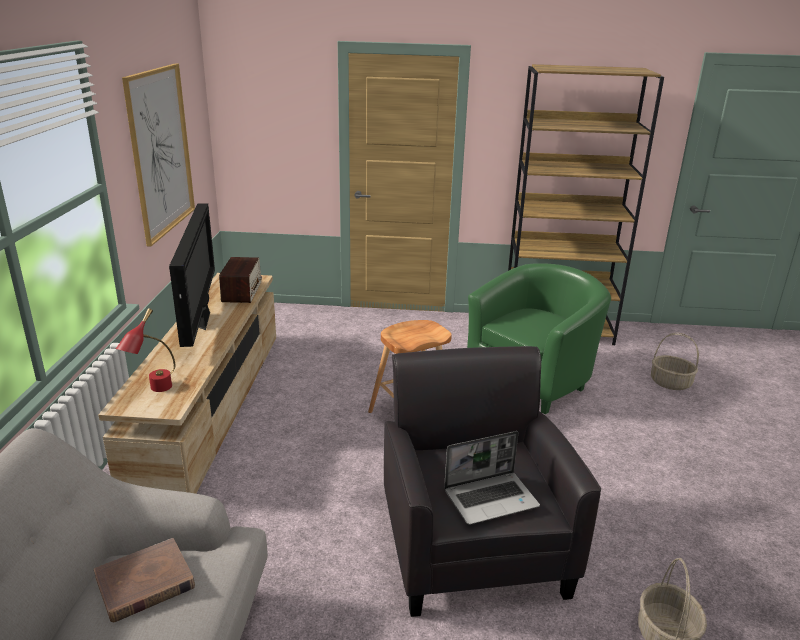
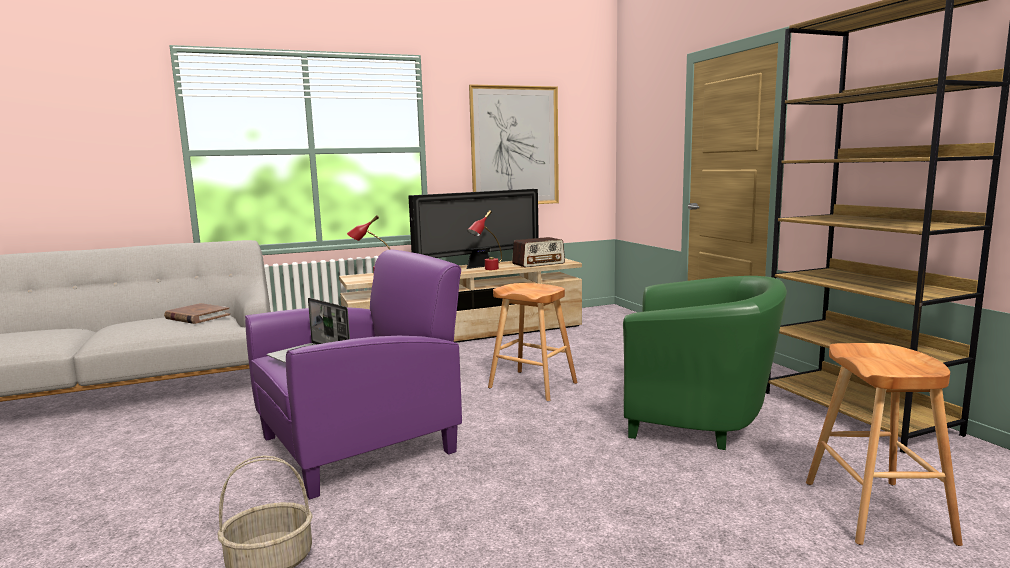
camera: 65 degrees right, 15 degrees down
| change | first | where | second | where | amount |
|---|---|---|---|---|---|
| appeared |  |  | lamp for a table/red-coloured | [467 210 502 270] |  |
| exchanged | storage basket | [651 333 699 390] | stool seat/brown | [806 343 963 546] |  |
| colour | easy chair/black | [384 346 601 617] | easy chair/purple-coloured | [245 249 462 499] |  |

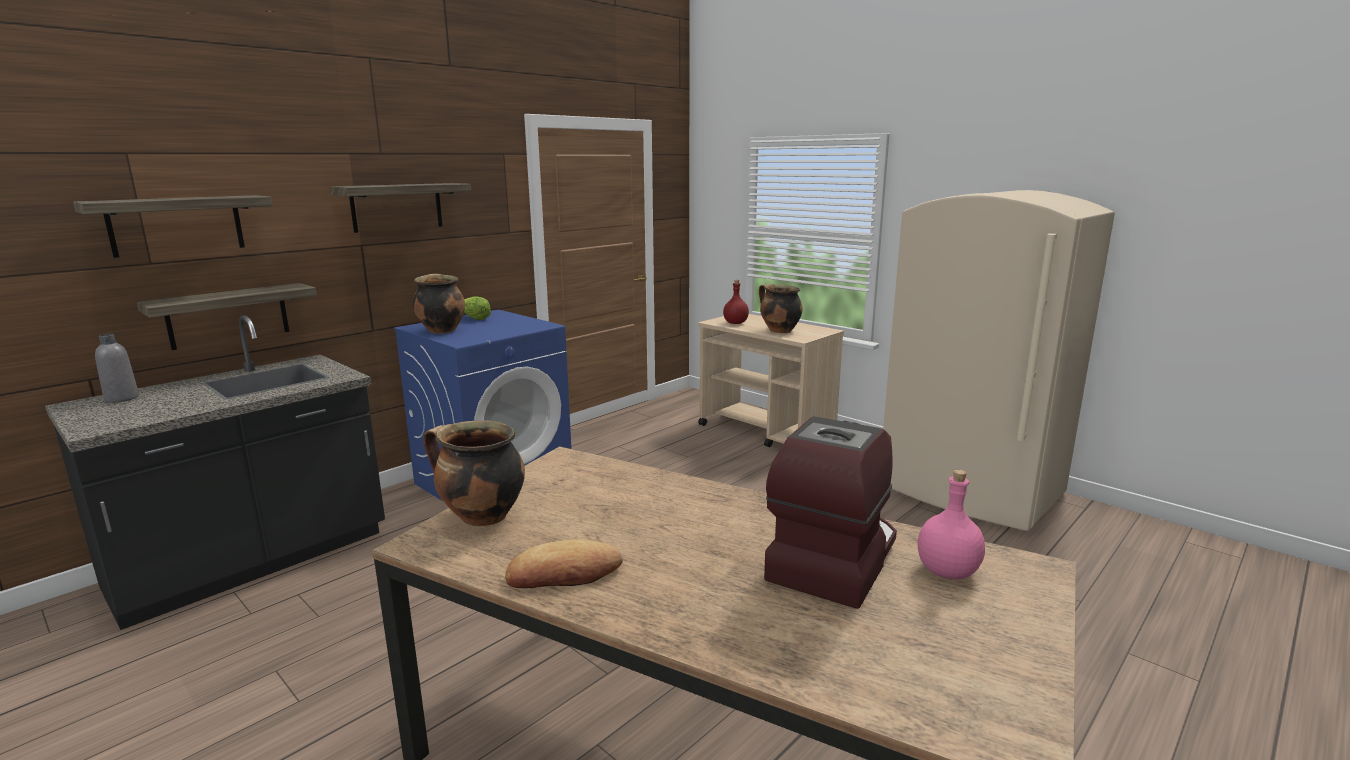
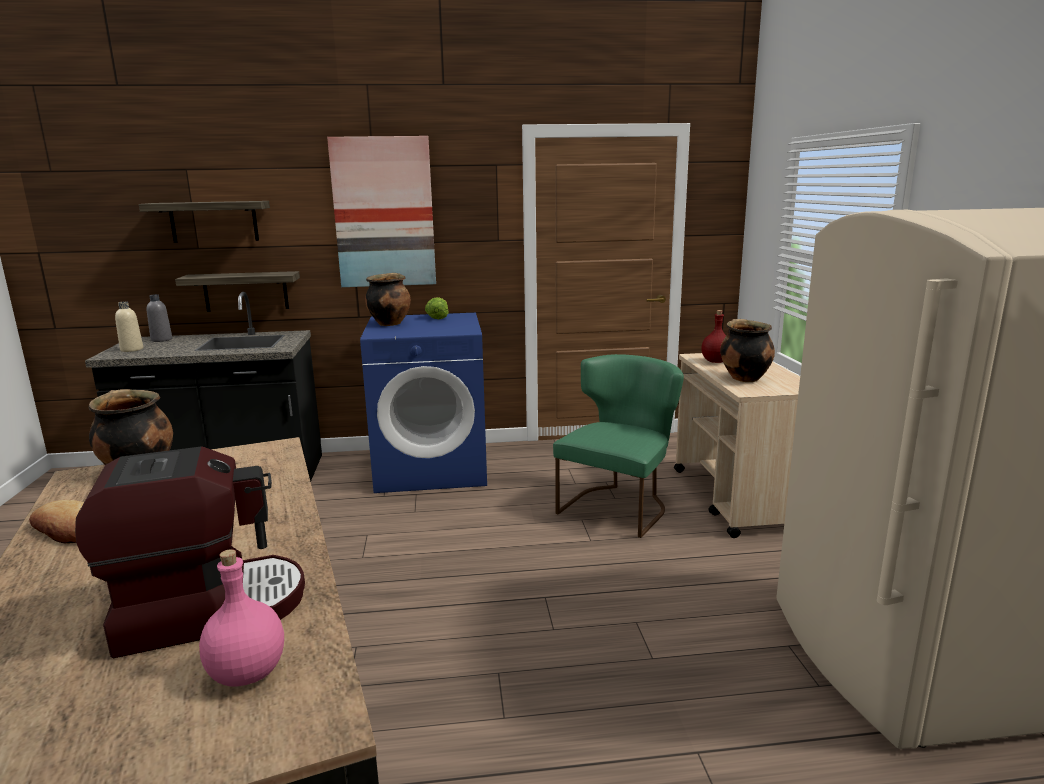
camera: 40 degrees right, 0 degrees up
| change | first | where | second | where | amount |
|---|---|---|---|---|---|
| appeared |  |  | beverage bottle/sand-coloured | [115 301 143 352] |  |
| appeared |  |  | upright chair/green | [553 354 684 538] |  |
| exchanged | bracket shelf | [330 183 471 233] | picture | [327 136 436 287] |  |

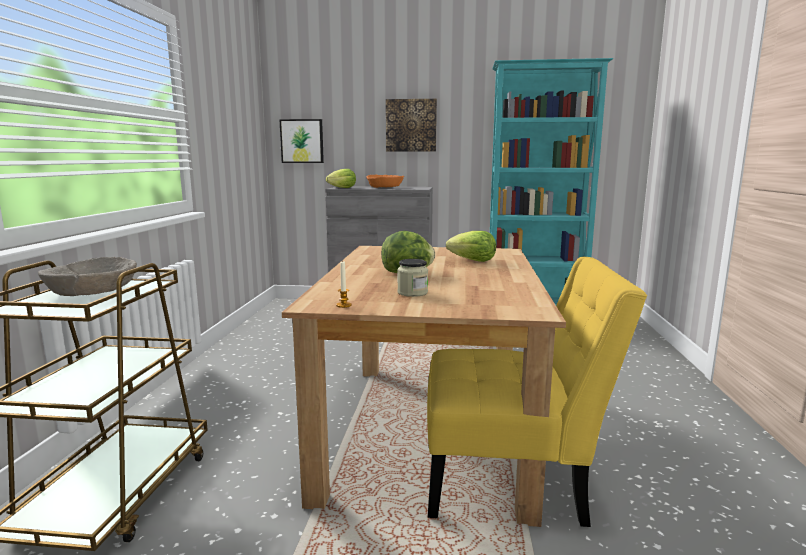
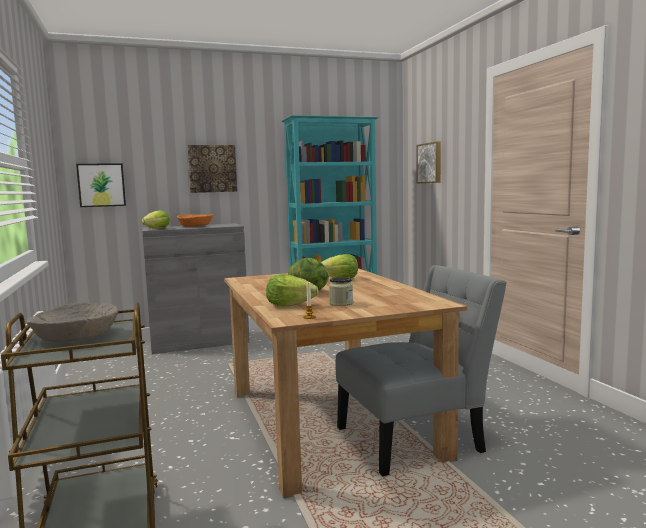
camera: 25 degrees left, 5 degrees down
| change | first | where | second | where | amount |
|---|---|---|---|---|---|
| appeared |  |  | lettuce | [266 274 318 306] |  |
| appeared |  |  | picture | [417 141 441 183] |  |
| colour | upright chair/yellowish | [427 257 647 527] | upright chair/grey | [336 265 507 476] |  |

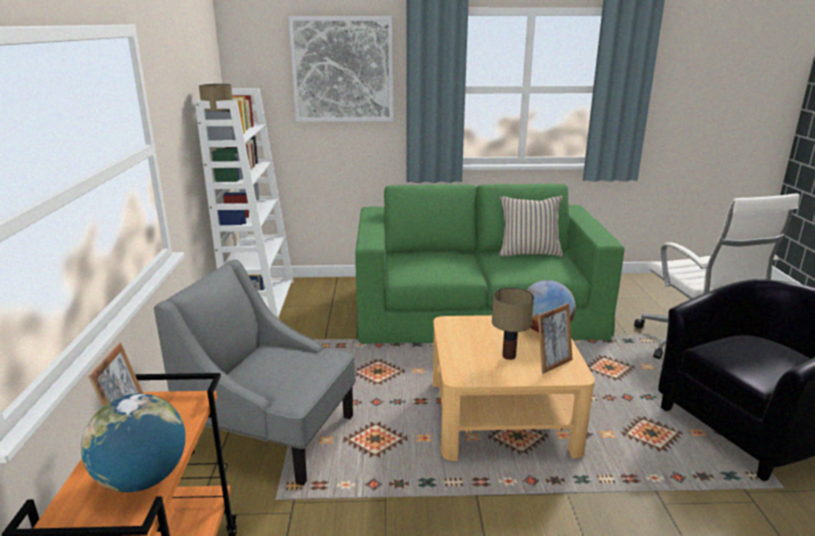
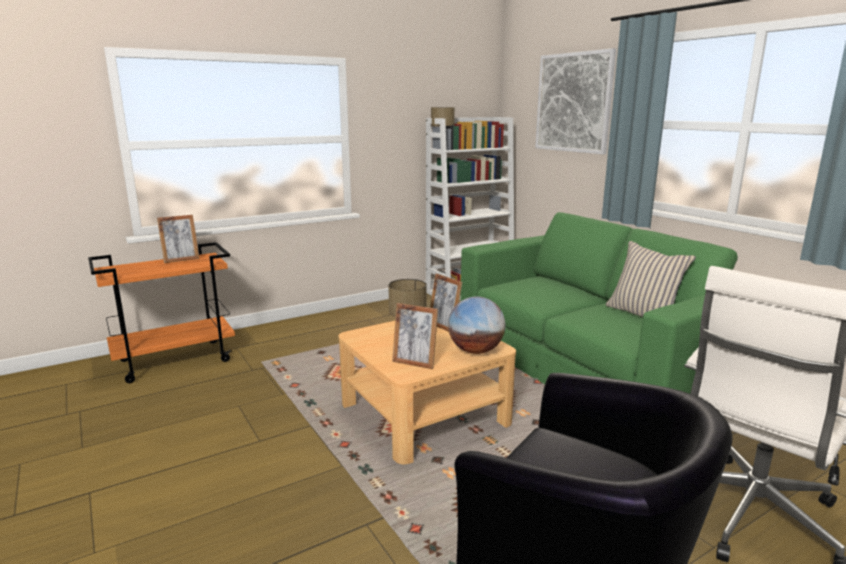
camera: 60 degrees right, 5 degrees down
| change | first | where | second | where | amount |
|---|---|---|---|---|---|
| missing | desk globe | [81 393 186 492] |  |  |  |
| missing | easy chair/grey | [154 259 356 486] |  |  |  |
| appeared |  |  | standing frame | [430 273 462 332] |  |

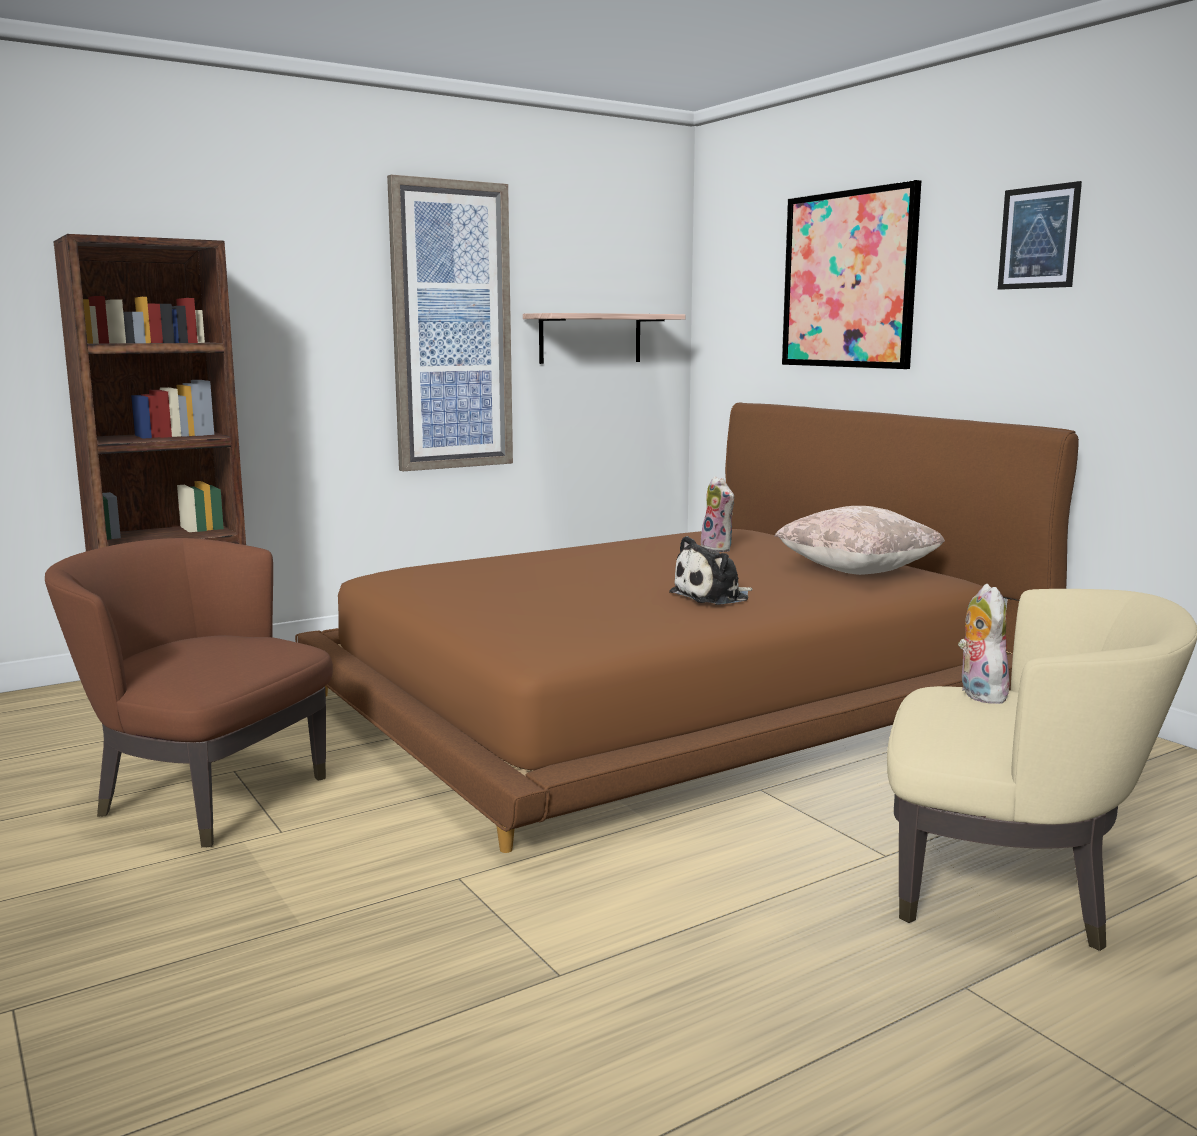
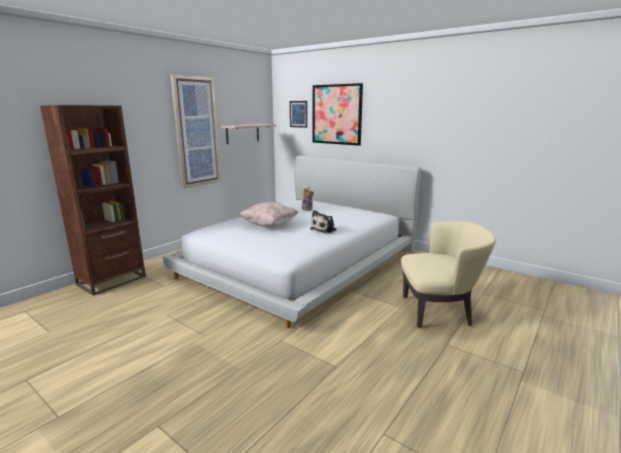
camera: 20 degrees left, 5 degrees up
| change | first | where | second | where | amount |
|---|---|---|---|---|---|
| missing | easy chair/brown | [45 538 333 847] |  |  |  |
| missing | soft toy | [958 584 1010 704] |  |  |  |
| relocated | throw pillow/sand-coloured | [775 506 945 575] |  | [239 202 298 227] |  |
| relocated | picture | [998 181 1082 290] |  | [290 101 307 128] |  |
| colour | bed/brown | [295 402 1079 853] | bed/whitish | [162 156 421 328] |  |

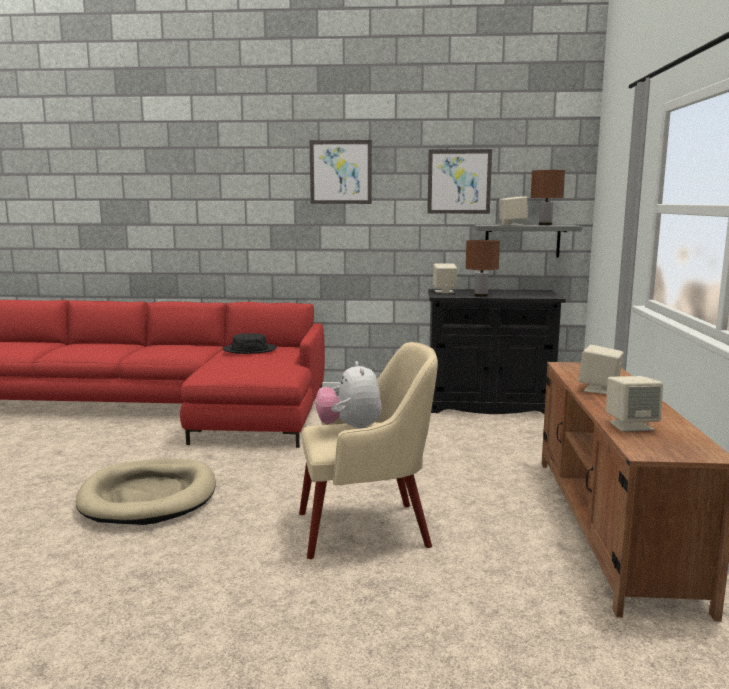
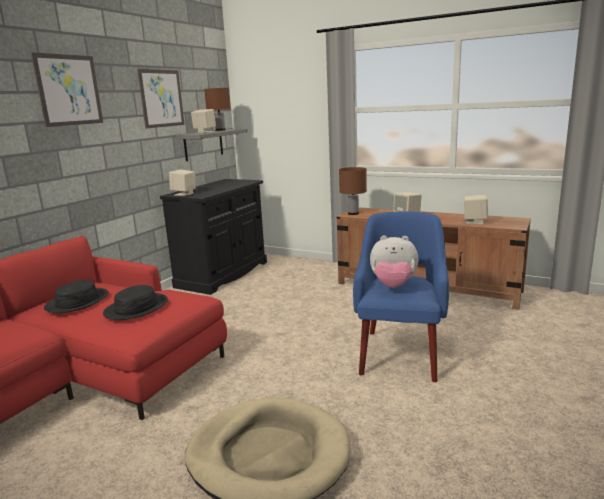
camera: 65 degrees left, 5 degrees up
| change | first | where | second | where | amount |
|---|---|---|---|---|---|
| appeared |  |  | hat/black | [103 285 168 320] |  |
| relocated | lamp for a table/brown | [466 240 500 297] |  | [339 167 367 215] |  |
| colour | easy chair/sand-coloured | [299 342 438 559] | easy chair/blue | [353 212 449 382] |  |

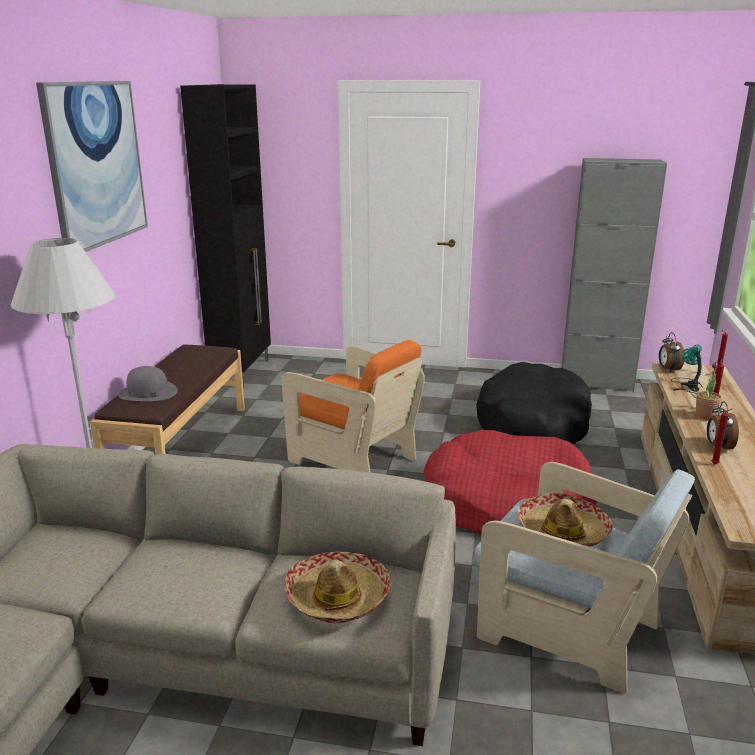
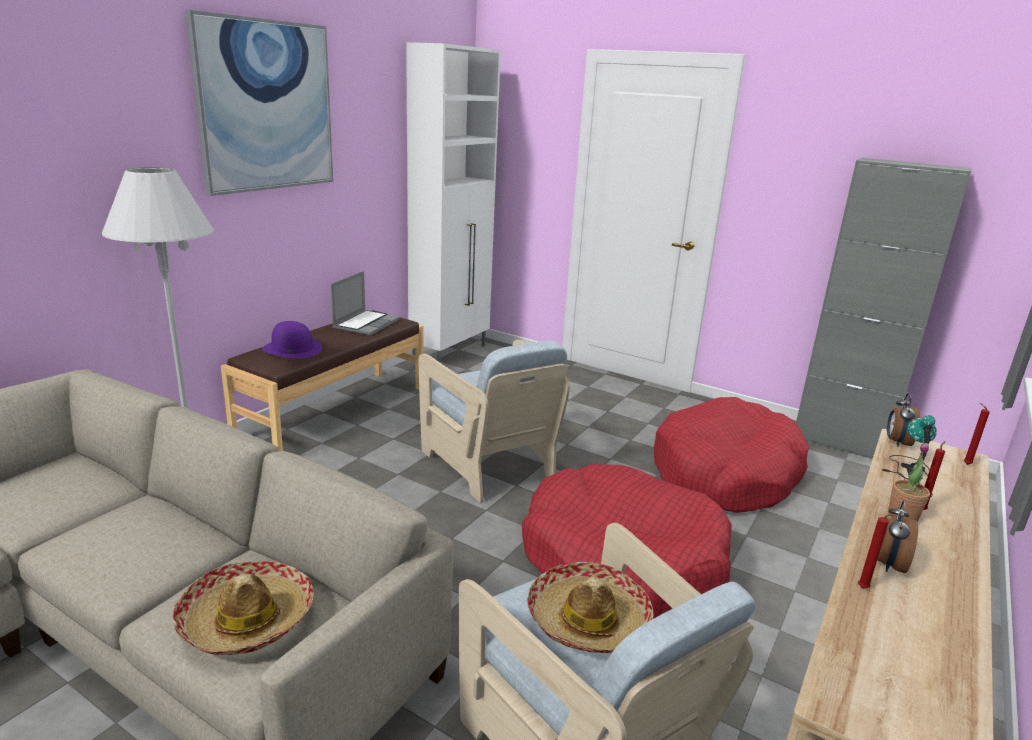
camera: 20 degrees right, 0 degrees up
| change | first | where | second | where | amount |
|---|---|---|---|---|---|
| appeared |  |  | notebook computer | [331 271 400 336] |  |
| colour | hat/grey | [118 366 178 401] | hat/purple-coloured | [262 321 322 358] |  |
| colour | cabinet/black | [180 84 271 389] | cabinet/whitish | [406 42 501 363] |  |
| colour | easy chair/orangey | [281 340 425 473] | easy chair/sand-coloured | [418 340 570 503] |  |
| colour | dog bed/black | [476 362 592 444] | dog bed/red-coloured | [654 397 809 513] |  |

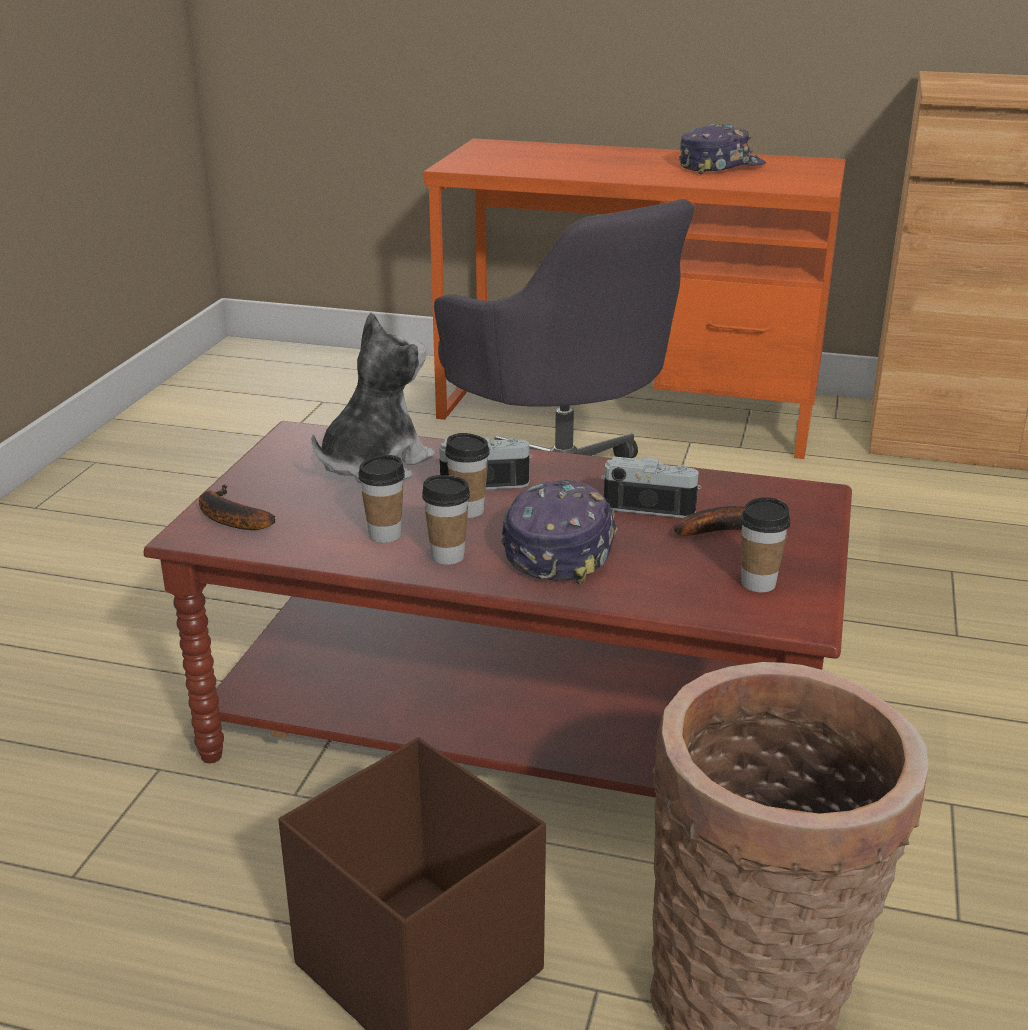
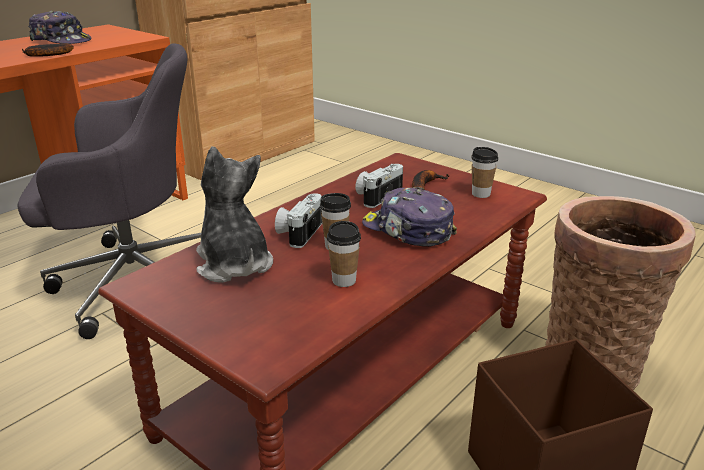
camera: 65 degrees left, 0 degrees up
| change | first | where | second | where | amount |
|---|---|---|---|---|---|
| missing | cup | [422 475 470 565] |  |  |  |
| relocated | whole banana | [199 484 275 530] |  | [22 43 74 57] |  |
| spun | baseball cap | [679 124 766 174] |  | [28 11 92 44] | 120 degrees clockwise |

